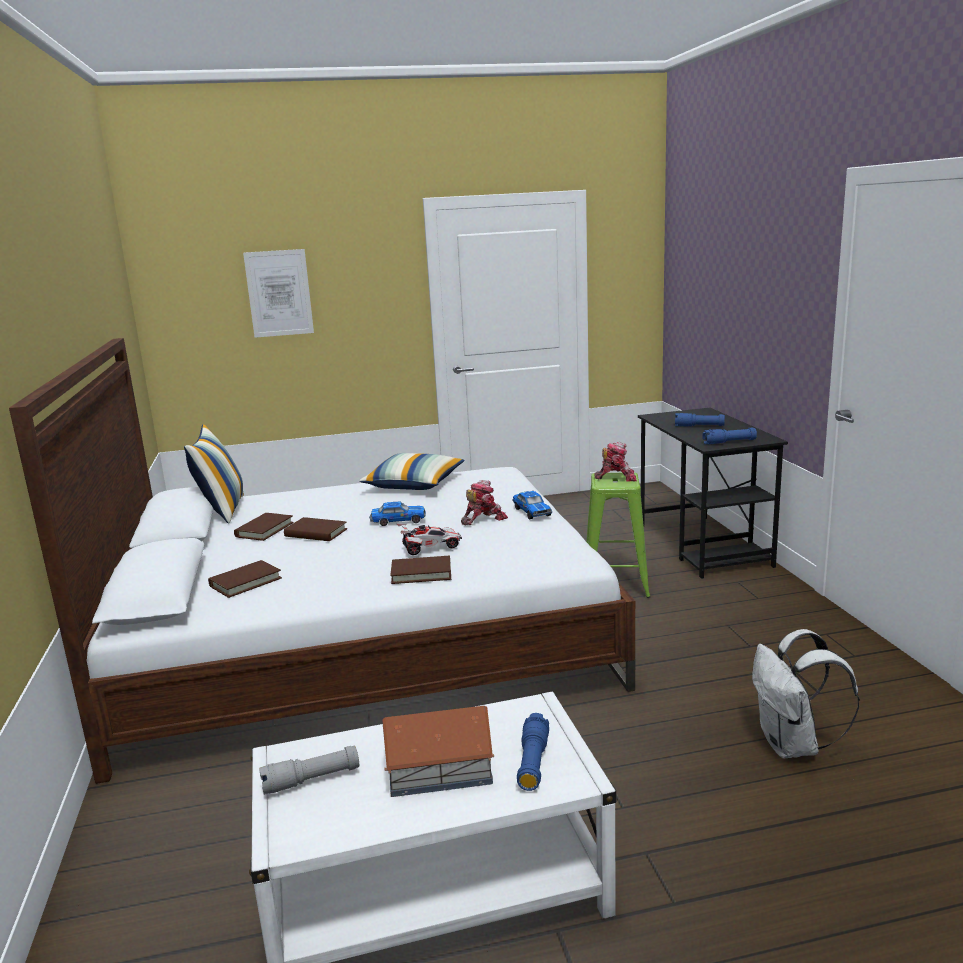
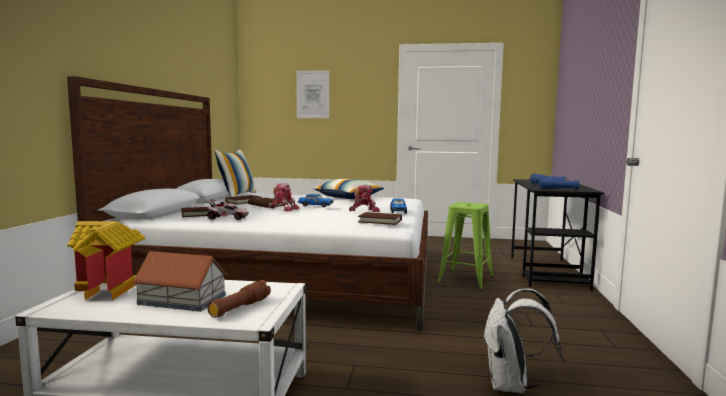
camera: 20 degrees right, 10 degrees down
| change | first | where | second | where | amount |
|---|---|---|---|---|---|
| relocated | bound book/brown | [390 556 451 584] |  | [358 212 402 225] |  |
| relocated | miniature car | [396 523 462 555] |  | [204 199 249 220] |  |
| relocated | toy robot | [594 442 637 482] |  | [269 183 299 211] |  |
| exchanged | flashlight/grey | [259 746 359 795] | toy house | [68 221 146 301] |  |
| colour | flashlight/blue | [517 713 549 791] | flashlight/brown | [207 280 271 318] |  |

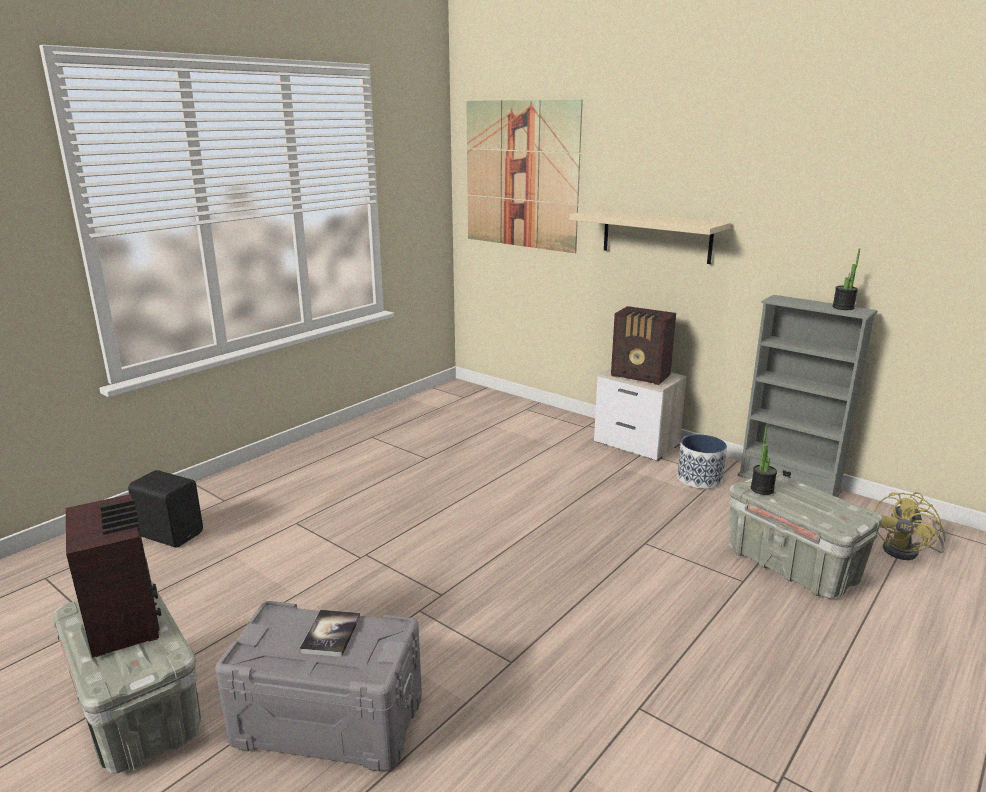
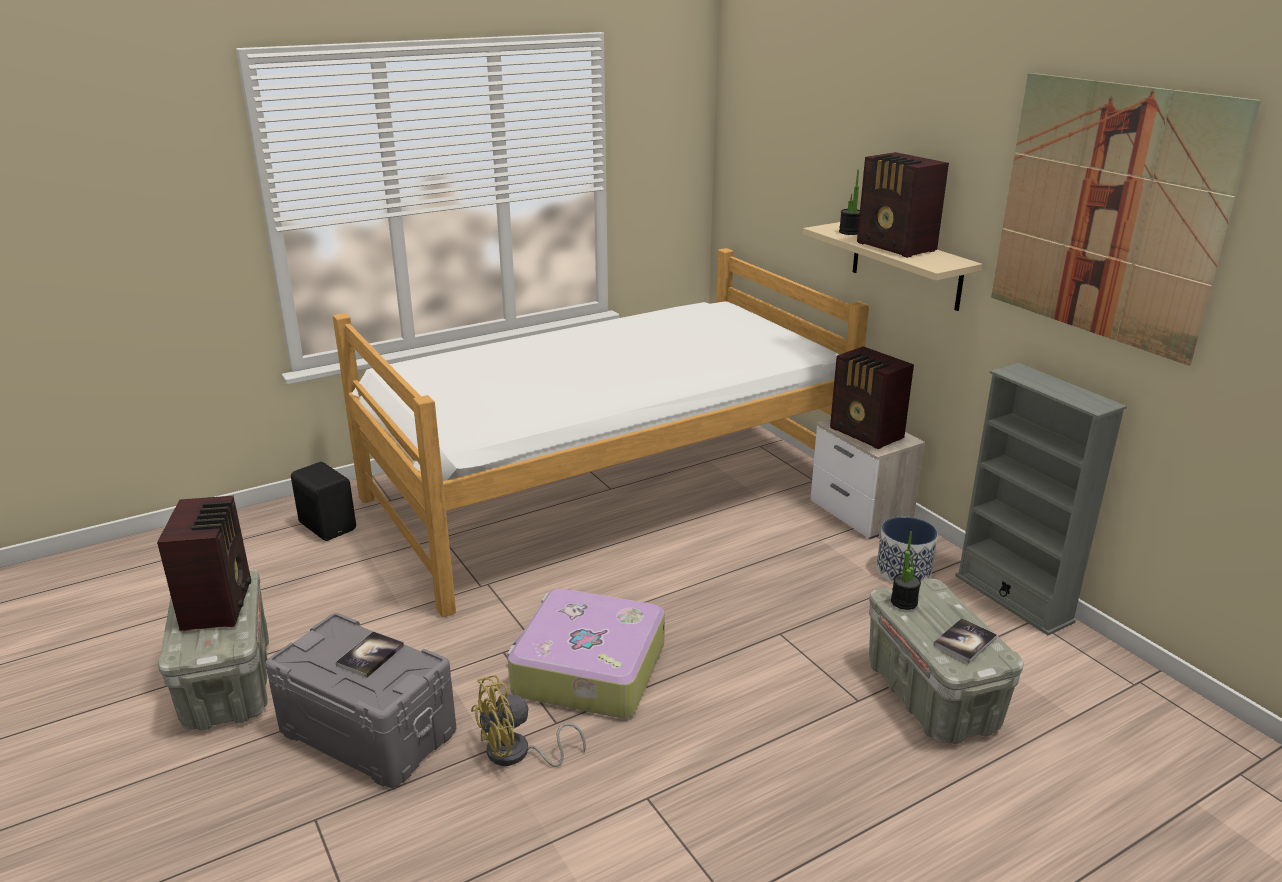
camera: 20 degrees right, 5 degrees up
| change | first | where | second | where | amount |
|---|---|---|---|---|---|
| appeared |  |  | bed | [333 248 869 618] |  |
| appeared |  |  | piece of luggage | [507 589 665 718] |  |
| appeared |  |  | radio receiver | [857 152 949 258] |  |
| appeared |  |  | bound book | [933 618 997 663] |  |
| relocated | picture | [466 100 583 253] |  | [991 73 1261 366] |  |
| relocated | houseplant | [832 249 860 310] |  | [839 170 860 235] |  |
| relocated | electric fan/yellowish | [874 492 946 560] |  | [471 675 586 767] |  |

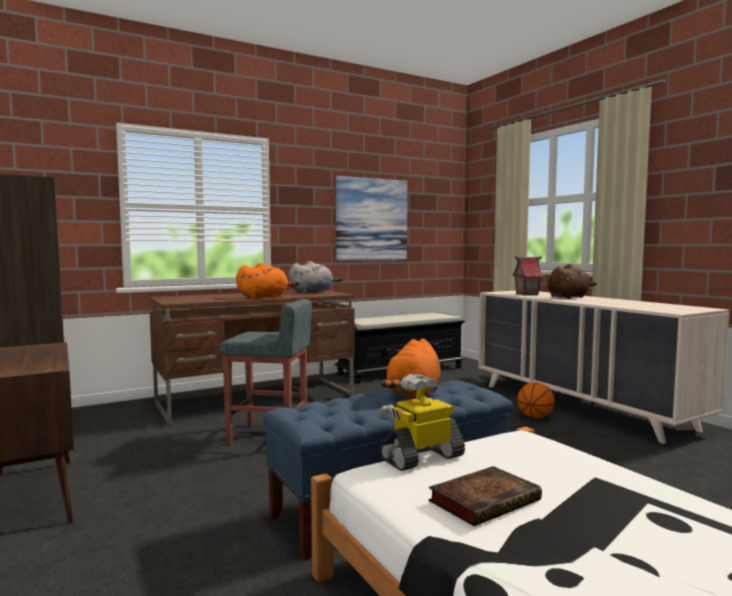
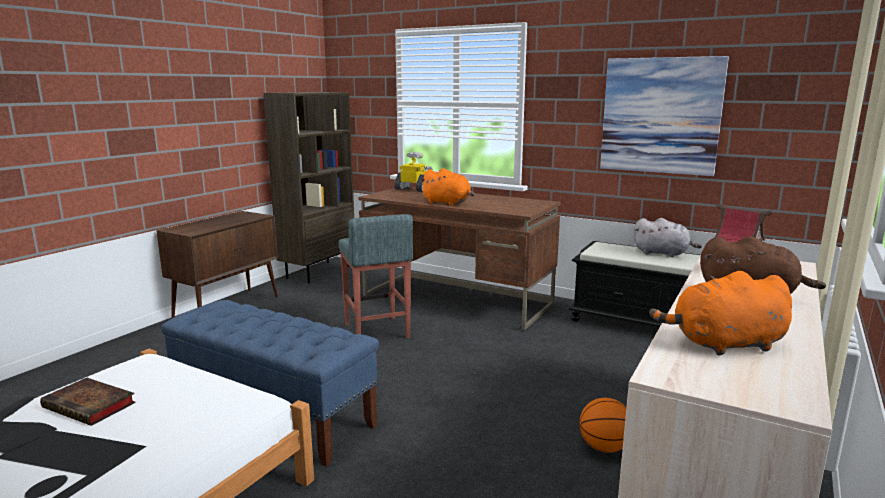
camera: 60 degrees right, 10 degrees up
| change | first | where | second | where | amount |
|---|---|---|---|---|---|
| relocated | soft toy/grey | [288 261 342 293] |  | [634 218 702 257] |  |
| relocated | soft toy/orangey | [380 339 441 398] |  | [649 271 792 356] |  |
| relocated | toy robot | [380 374 465 471] |  | [394 152 433 192] |  |

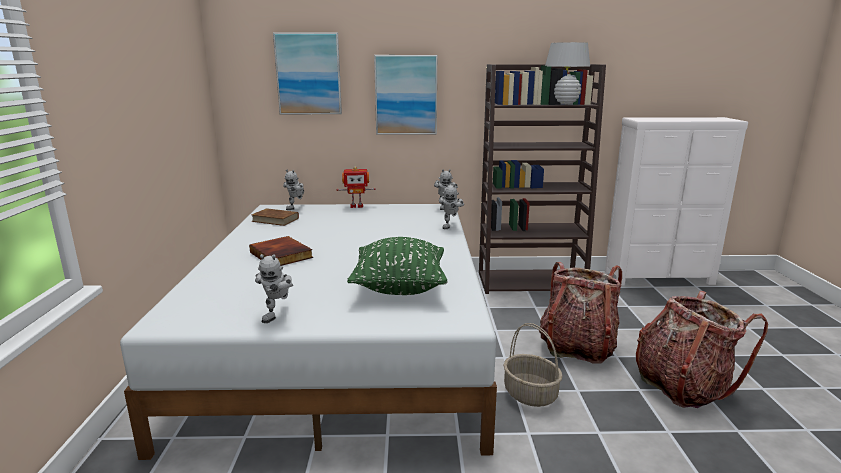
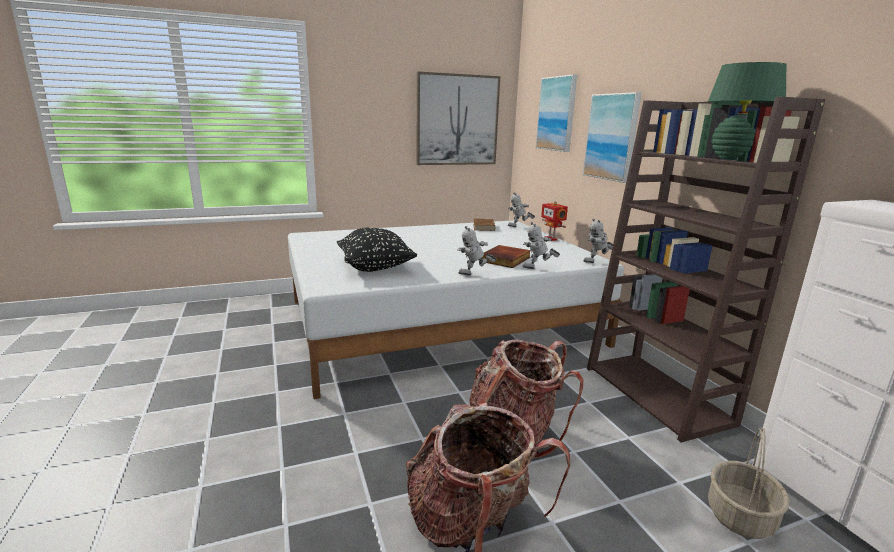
camera: 70 degrees right, 0 degrees up
| change | first | where | second | where | amount |
|---|---|---|---|---|---|
| appeared |  |  | picture | [416 72 500 165] |  |
| relocated | bound book | [249 236 313 266] |  | [481 245 531 268] |  |
| relocated | toy robot | [255 254 293 323] |  | [458 226 497 276] |  |
| relocated | storage basket | [503 323 563 407] |  | [708 428 790 539] |  |
| colour | throw pillow/green | [347 237 447 295] | throw pillow/black | [337 228 417 272] |  |
| colour | lamp for a table/whitish | [545 42 590 105] | lamp for a table/green | [708 62 787 160] |  |

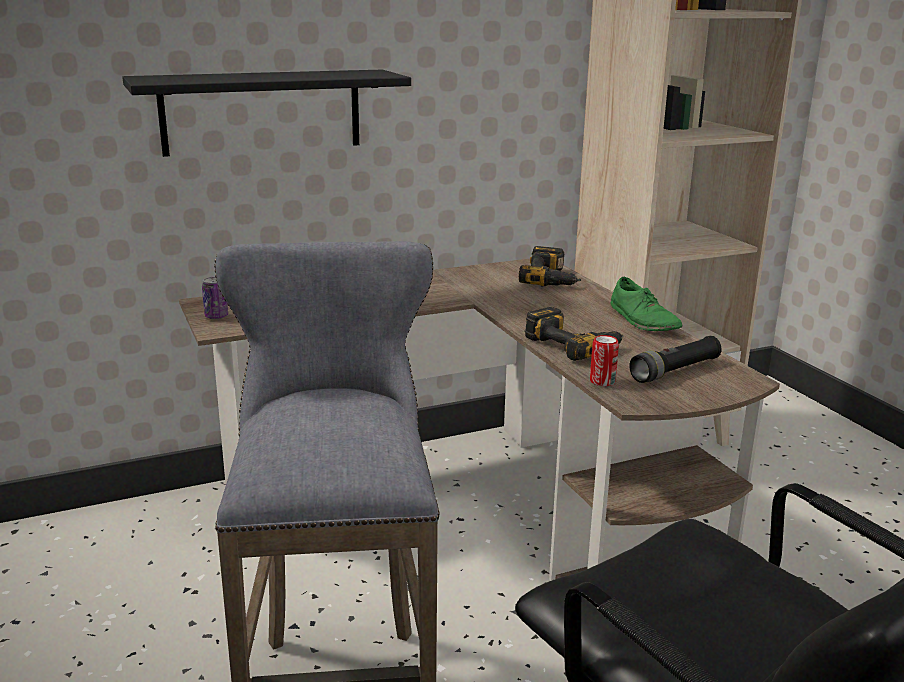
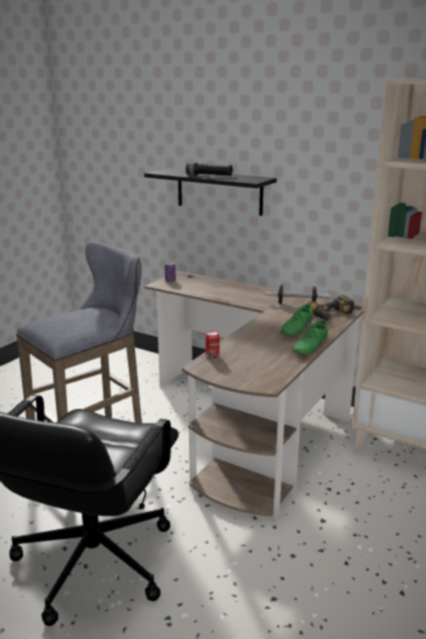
camera: 55 degrees right, 0 degrees up
| change | first | where | second | where | amount |
|---|---|---|---|---|---|
| missing | drill | [525 307 624 361] |  |  |  |
| appeared |  |  | hand weight | [265 285 330 304] |  |
| appeared |  |  | shoe/green | [281 304 313 336] |  |
| relocated | flashlight/black | [629 336 722 383] |  | [186 162 233 176] |  |

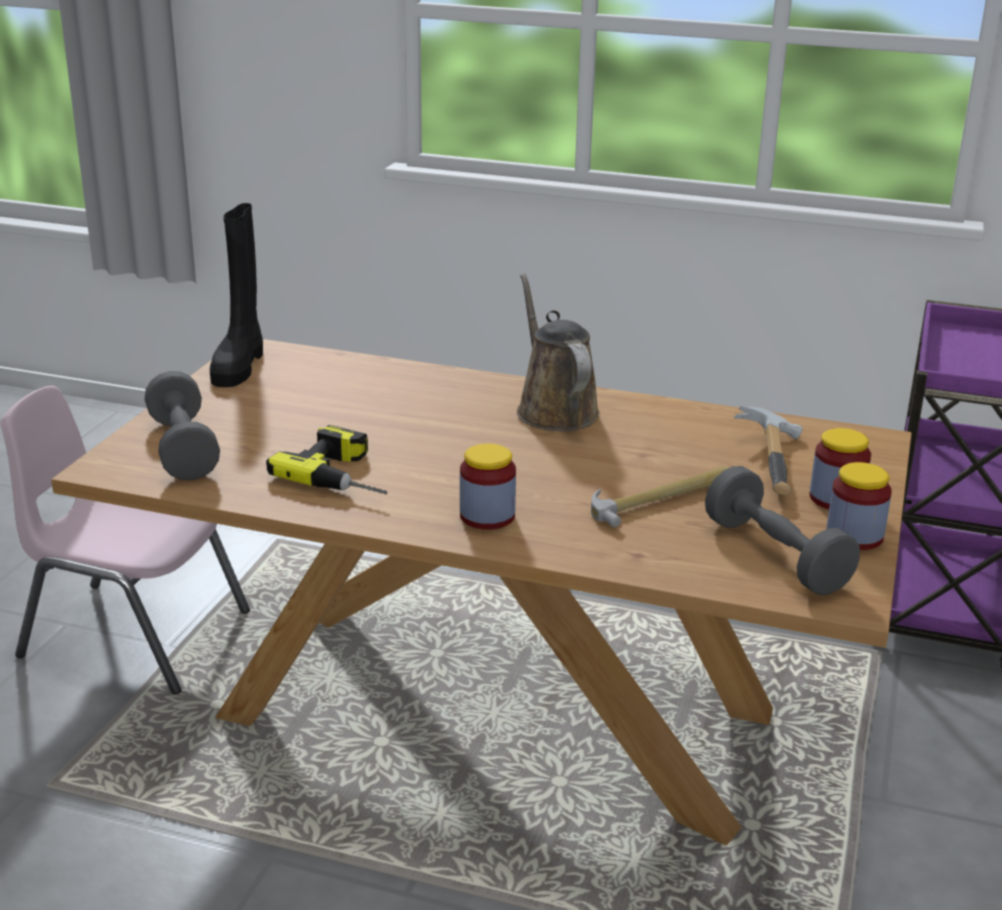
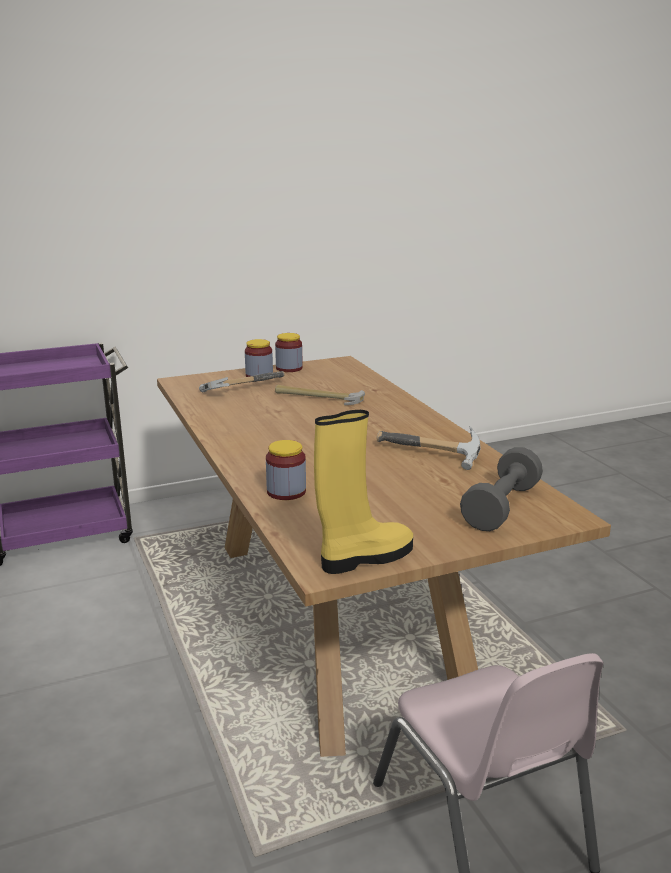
camera: 130 degrees left, 5 degrees down
| change | first | where | second | where | amount |
|---|---|---|---|---|---|
| missing | watering can/brown | [517 273 600 431] |  |  |  |
| missing | hand weight/grey | [705 466 860 595] |  |  |  |
| relocated | preserve jar | [460 444 516 530] |  | [266 440 306 500] |  |
| exchanged | drill | [266 425 388 494] | tool hammer | [376 426 481 470] |  |
| colour | tall boot/black | [210 203 263 387] | tall boot/yellowish | [314 410 413 574] |  |

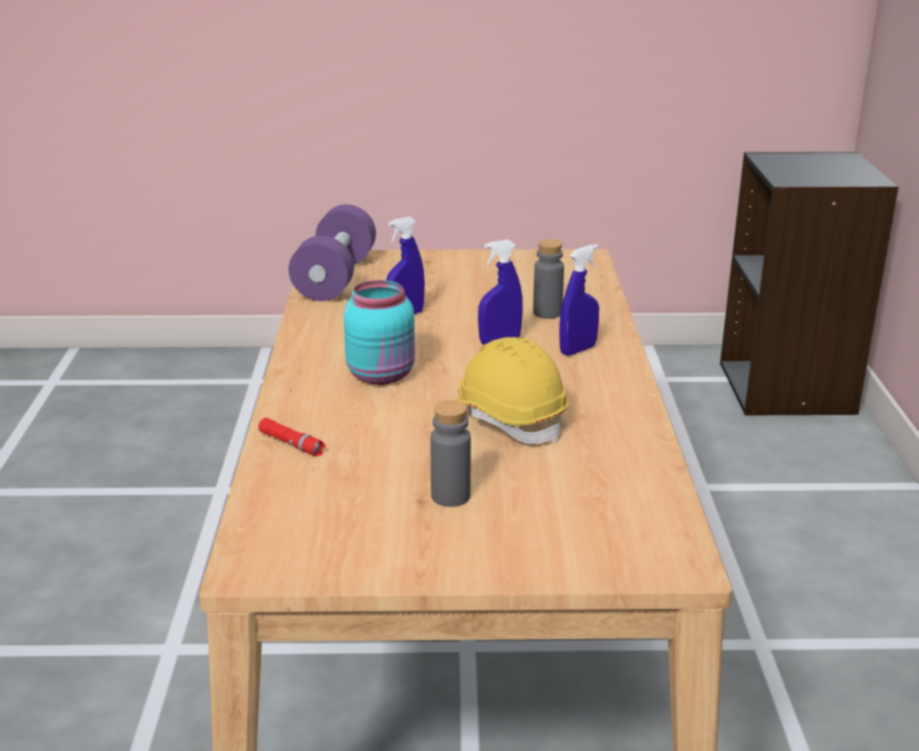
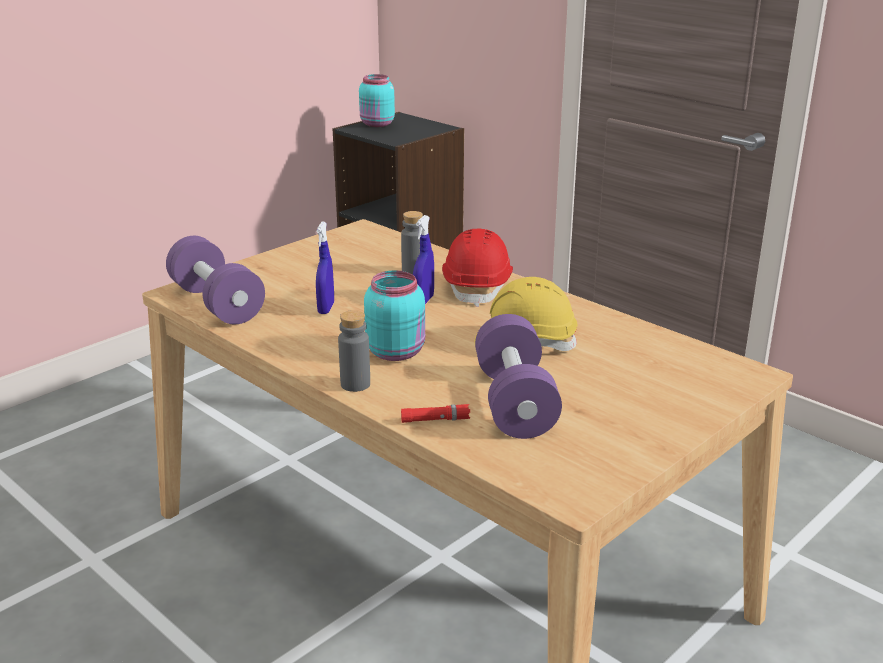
camera: 45 degrees left, 0 degrees up
| change | first | where | second | where | amount |
|---|---|---|---|---|---|
| appeared |  |  | preserve jar/blue-green | [359 74 395 127] |  |
| appeared |  |  | hand weight/purple-coloured | [475 314 562 439] |  |
| relocated | beverage bottle/grey | [430 400 471 507] |  | [338 310 370 392] |  |
| exchanged | spray bottle/blue | [559 244 599 356] | hard hat/red-coloured | [442 229 513 307] |  |

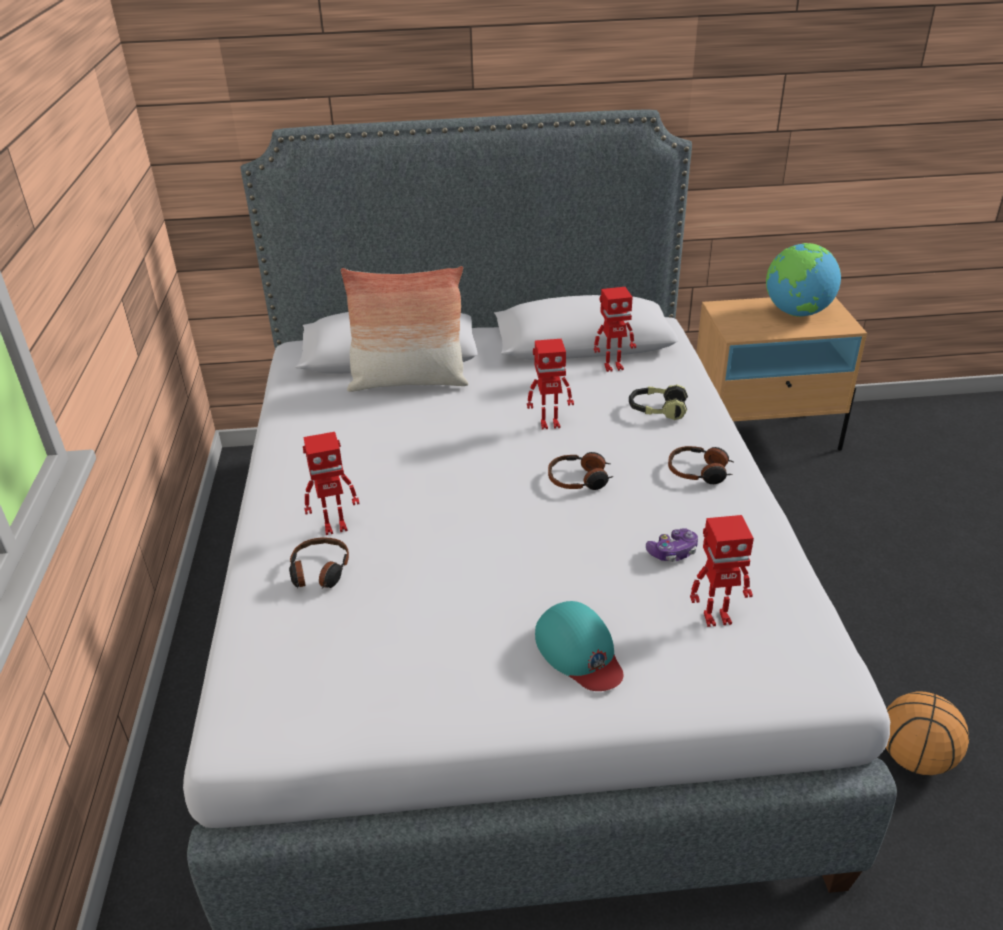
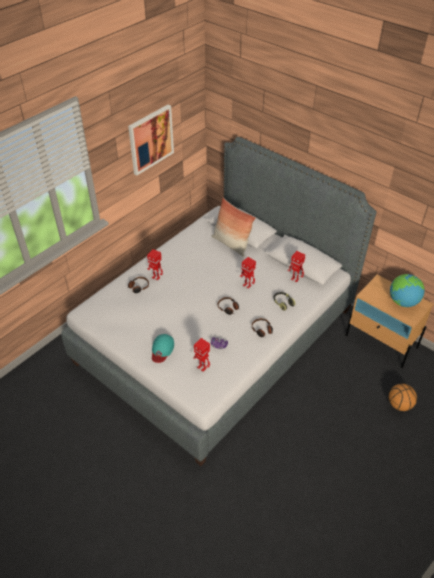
camera: 45 degrees right, 10 degrees up
| change | first | where | second | where | amount |
|---|---|---|---|---|---|
| appeared |  |  | picture | [128 104 174 175] |  |
| relocated | ball for basketball | [886 691 969 775] |  | [389 384 417 411] |  |

